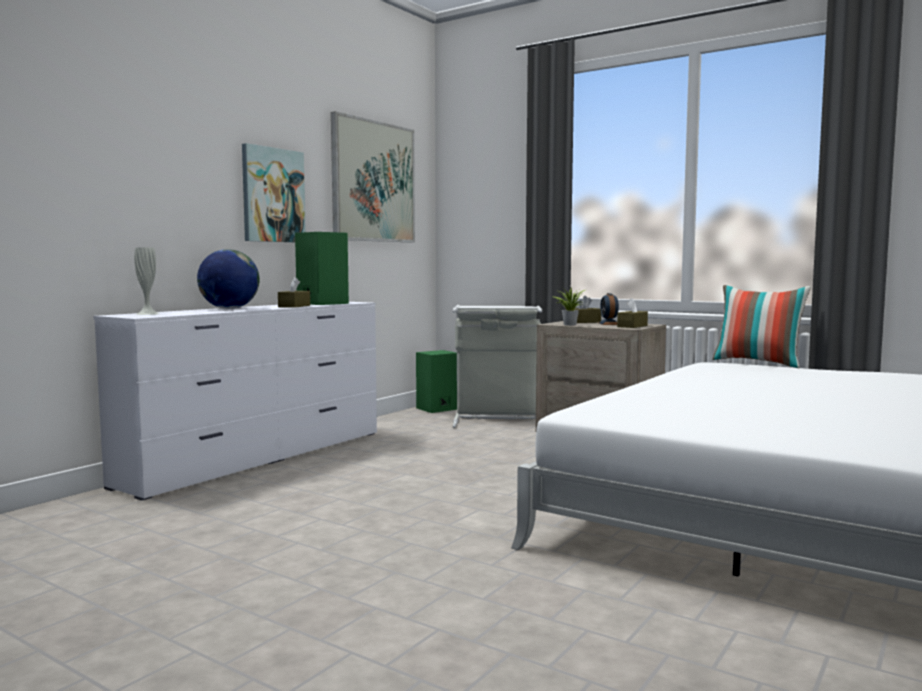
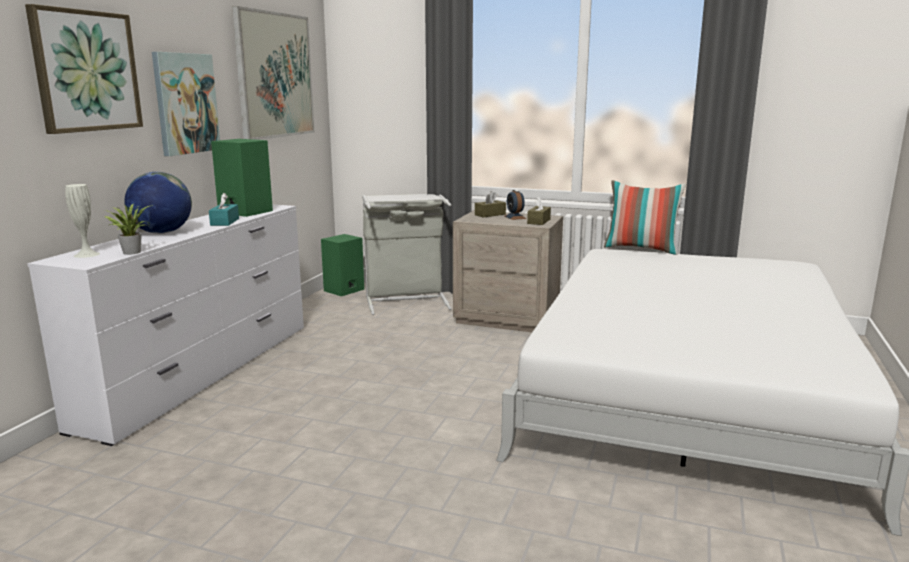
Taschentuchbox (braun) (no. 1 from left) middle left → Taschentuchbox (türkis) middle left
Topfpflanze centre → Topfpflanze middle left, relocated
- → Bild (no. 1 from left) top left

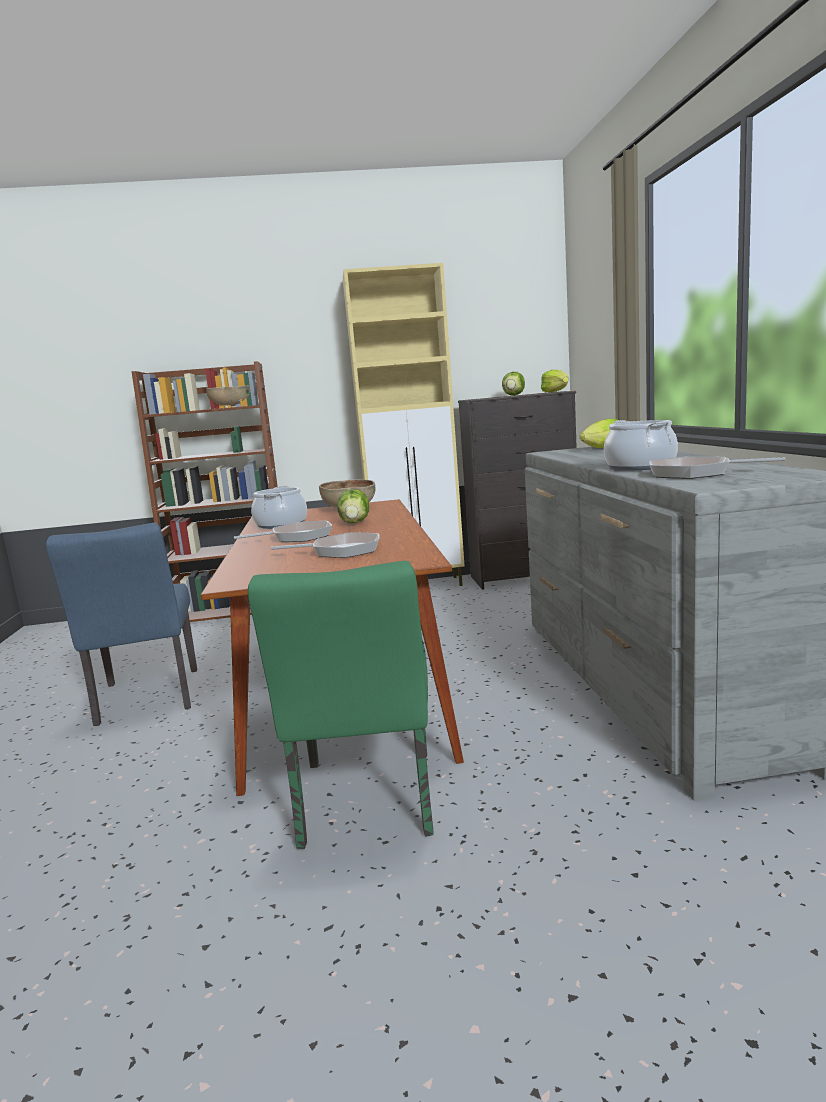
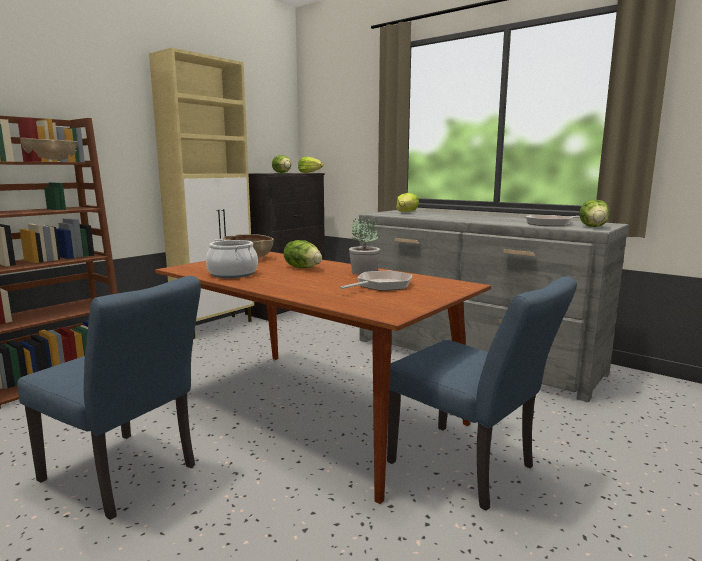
Kochtopf (no. 2 from left) middle right → -
Pfanne (no. 1 from left) centre → -
Stuhl (grün) centre → Stuhl (blau) (no. 2 from left) bottom right
- → Salatkopf (no. 5 from left) middle right
- → Topfpflanze centre

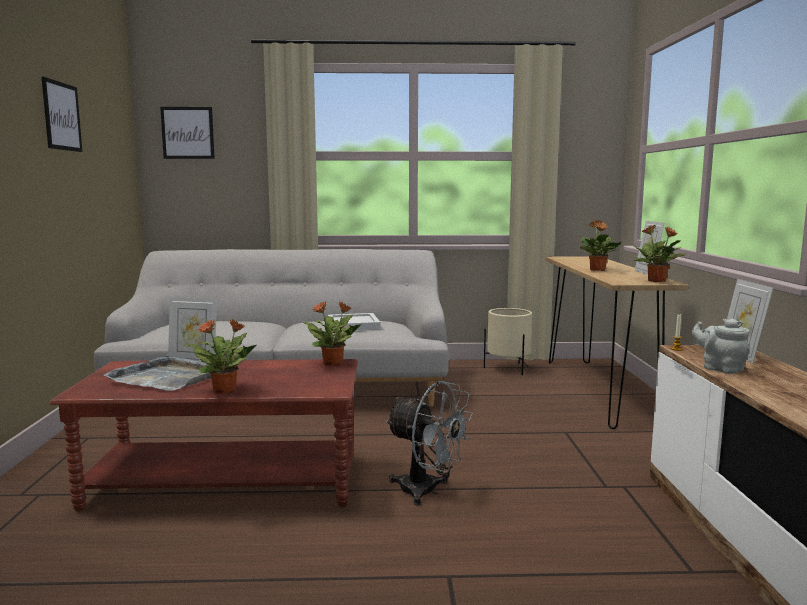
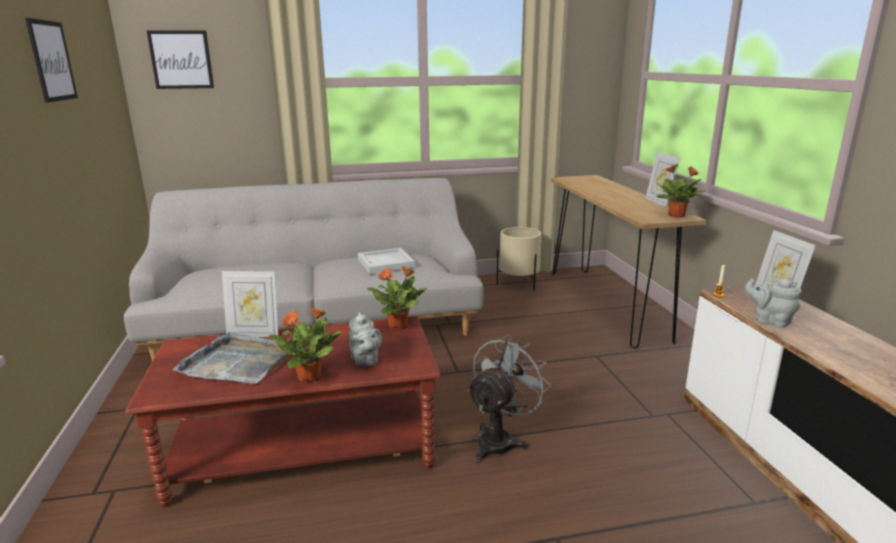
Topfpflanze (no. 3 from left) middle right → -
Ventilator (grau) bottom centre, 75 degrees counterclockwise
- → Teekanne (grau) (no. 1 from left) centre

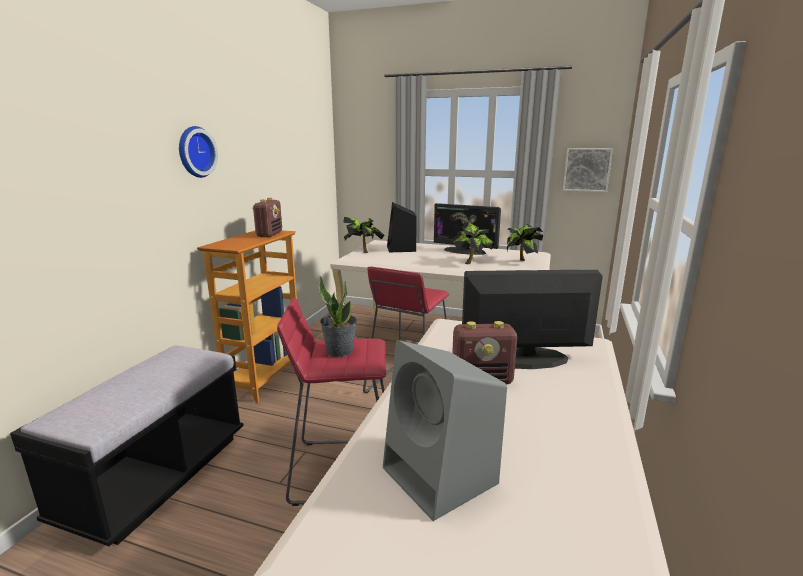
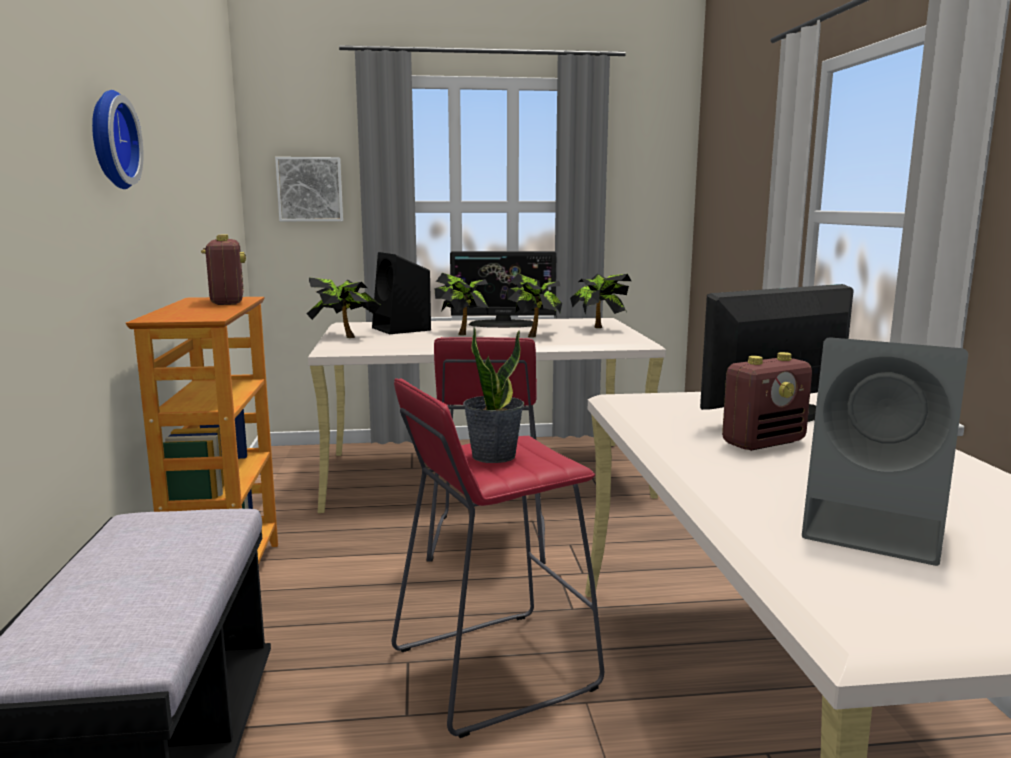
Bild top right → Bild top left, relocated
- → Topfpflanze (no. 2 from left) centre

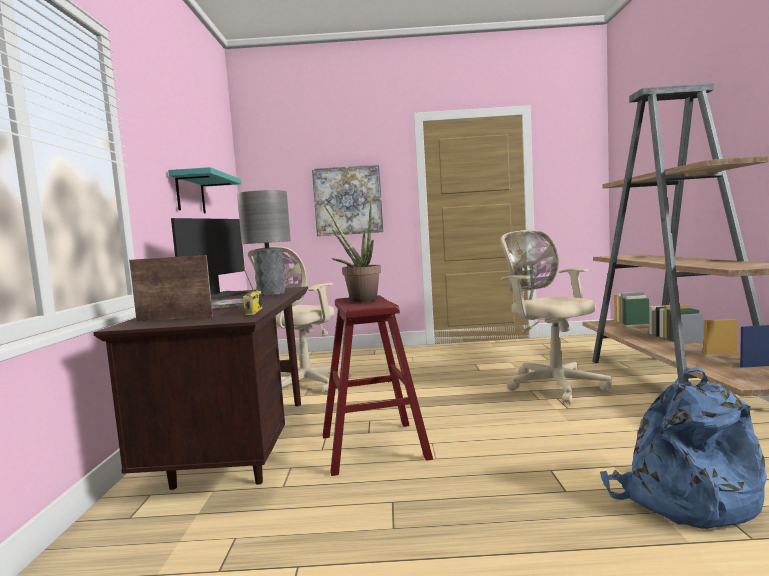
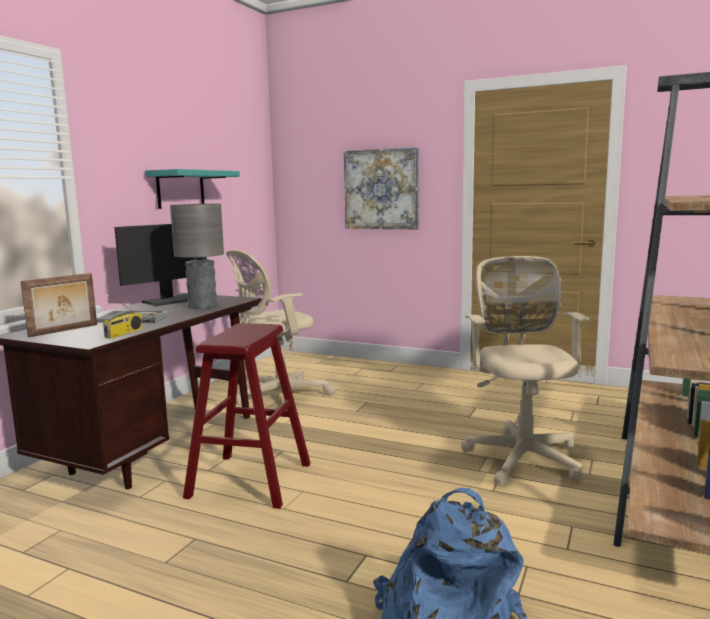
Topfpflanze centre → -
Bilderrahmen middle left, 105 degrees clockwise

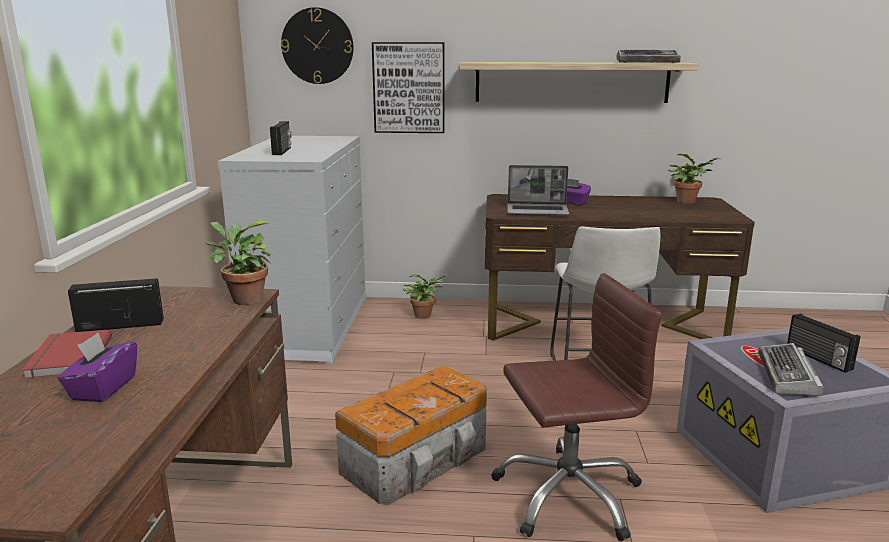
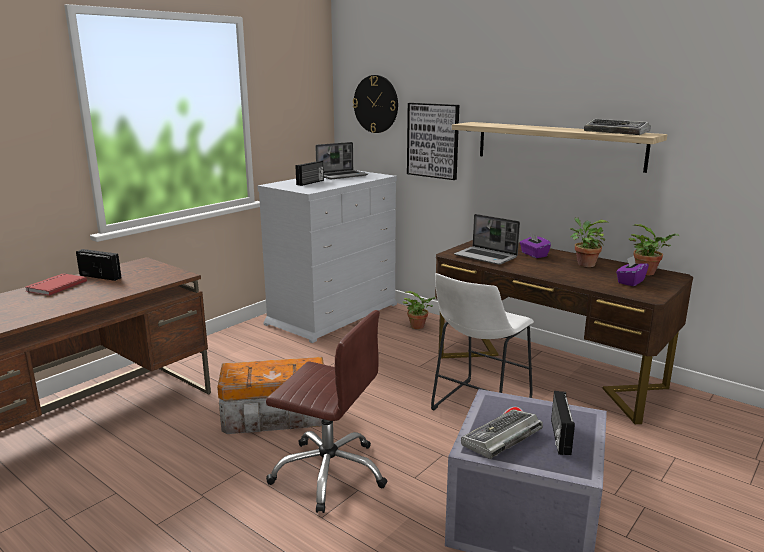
Topfpflanze (no. 1 from left in the first image) middle left → Topfpflanze (no. 2 from left) middle right, relocated
Taschentuchbox (lila) (no. 1 from left in the first image) bottom left → Taschentuchbox (lila) (no. 2 from left) middle right, relocated
- → Laptop (no. 1 from left) top centre

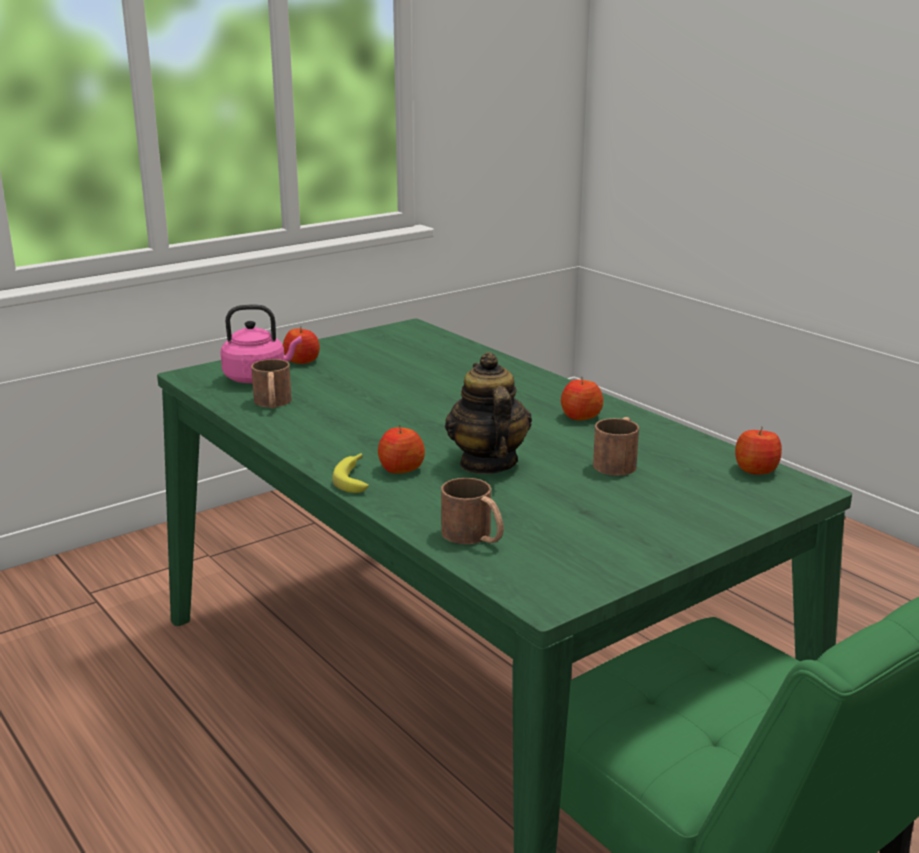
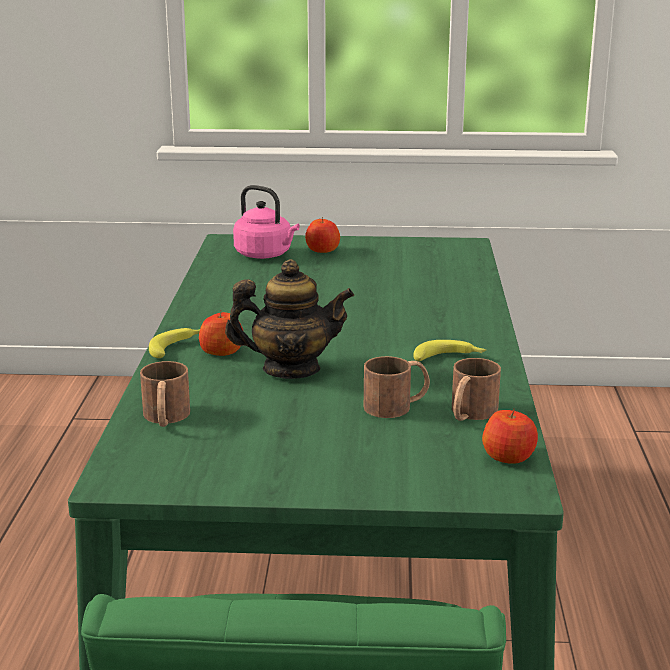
Teekanne centre, 60 degrees clockwise
Henkelbecher (braun) (no. 1 from left in the first image) middle left → Henkelbecher (braun) (no. 3 from left) middle right, relocated
Apfel (no. 3 from left) centre → Banane (no. 2 from left) middle right

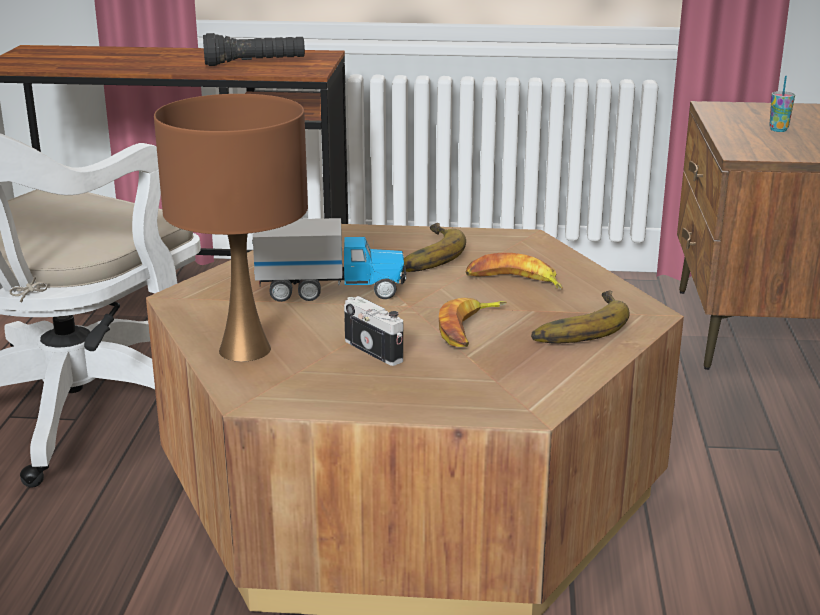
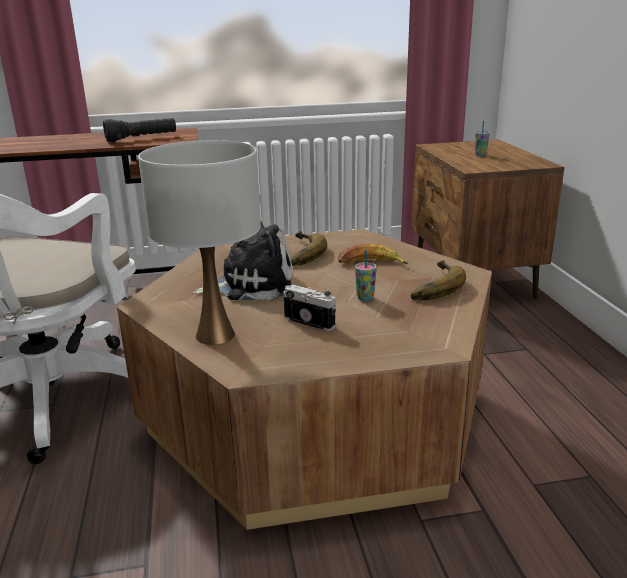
Tischlampe (braun) middle left → Tischlampe (weiß) middle left
Spielzeuglaster centre → Plüschtier centre
Banane (no. 2 from left) centre → Tasse (no. 1 from left) centre

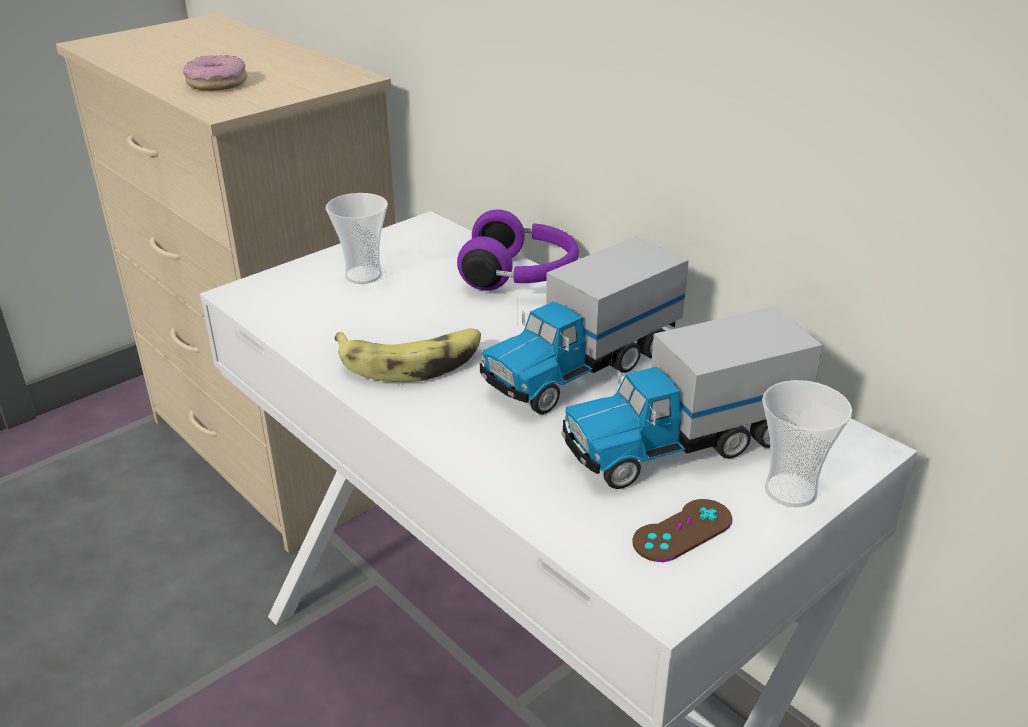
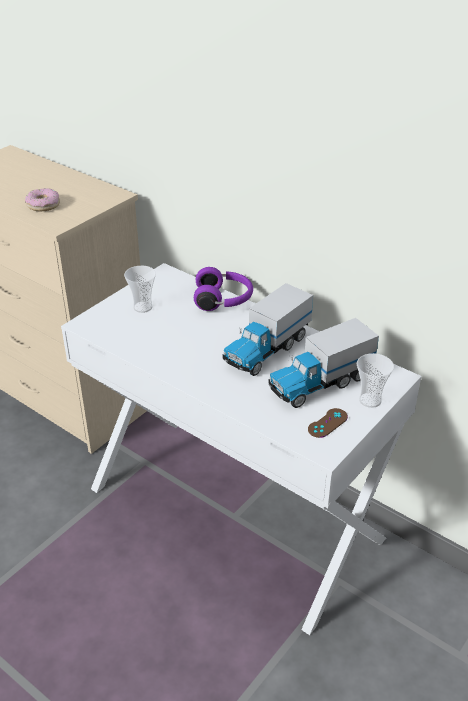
Banane centre → -

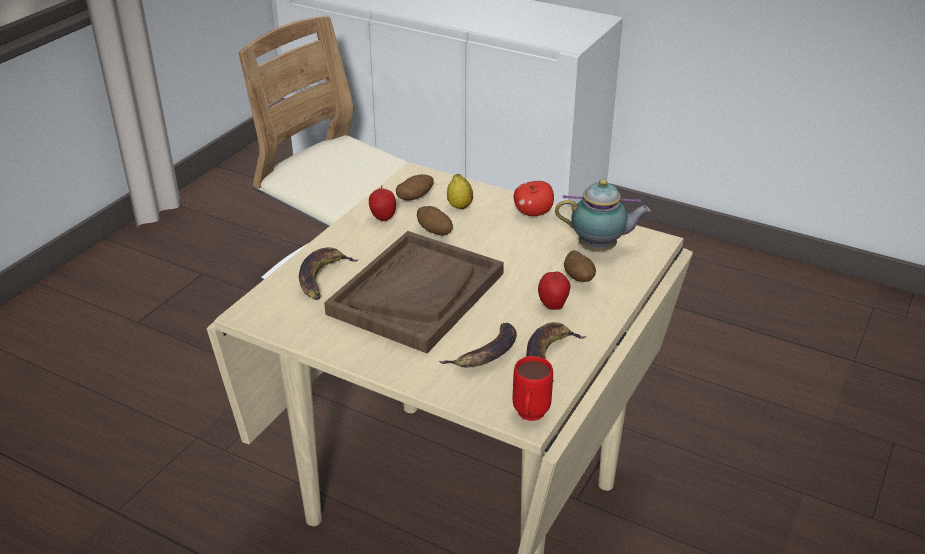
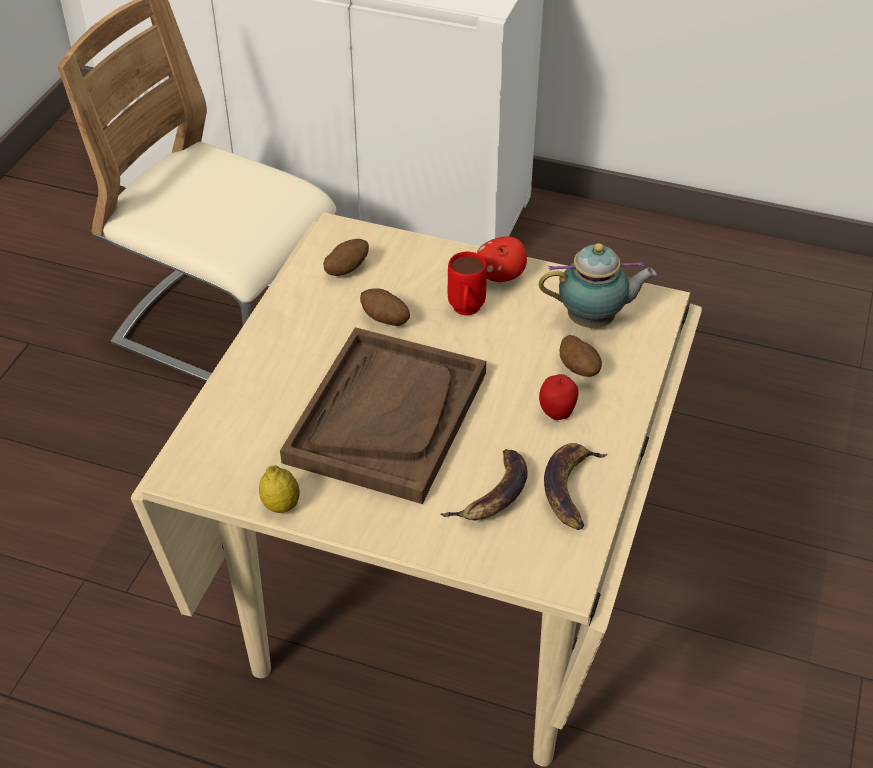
Zitrone centre → Zitrone middle left, relocated
Apfel (no. 1 from left) centre → -
Banane (no. 1 from left) centre → -
Henkelbecher (rot) bottom centre → Henkelbecher (rot) centre, relocated

